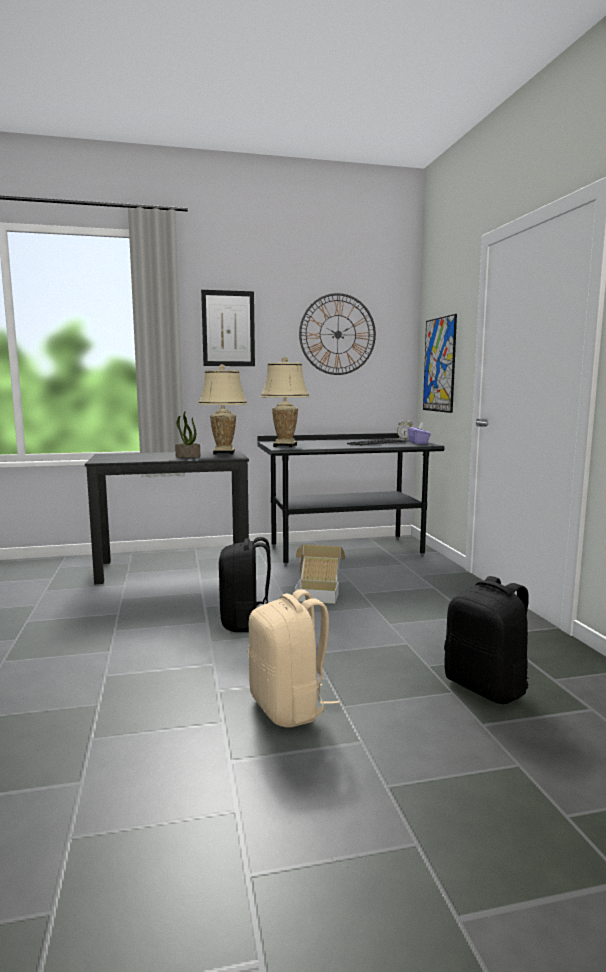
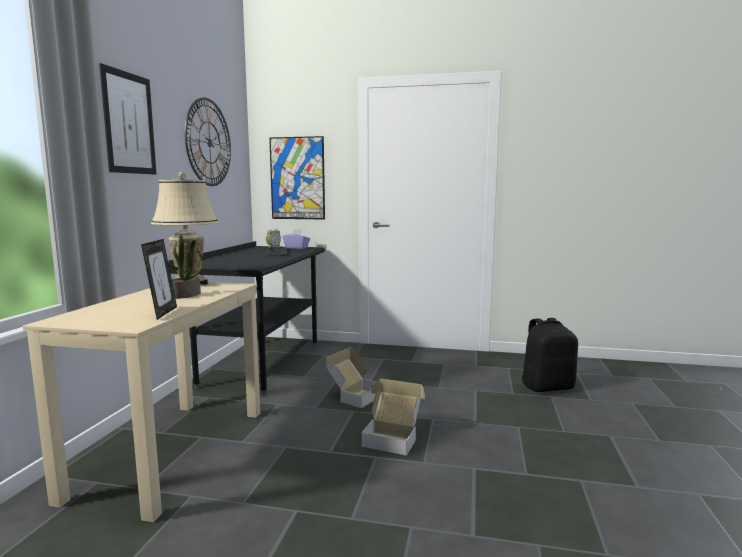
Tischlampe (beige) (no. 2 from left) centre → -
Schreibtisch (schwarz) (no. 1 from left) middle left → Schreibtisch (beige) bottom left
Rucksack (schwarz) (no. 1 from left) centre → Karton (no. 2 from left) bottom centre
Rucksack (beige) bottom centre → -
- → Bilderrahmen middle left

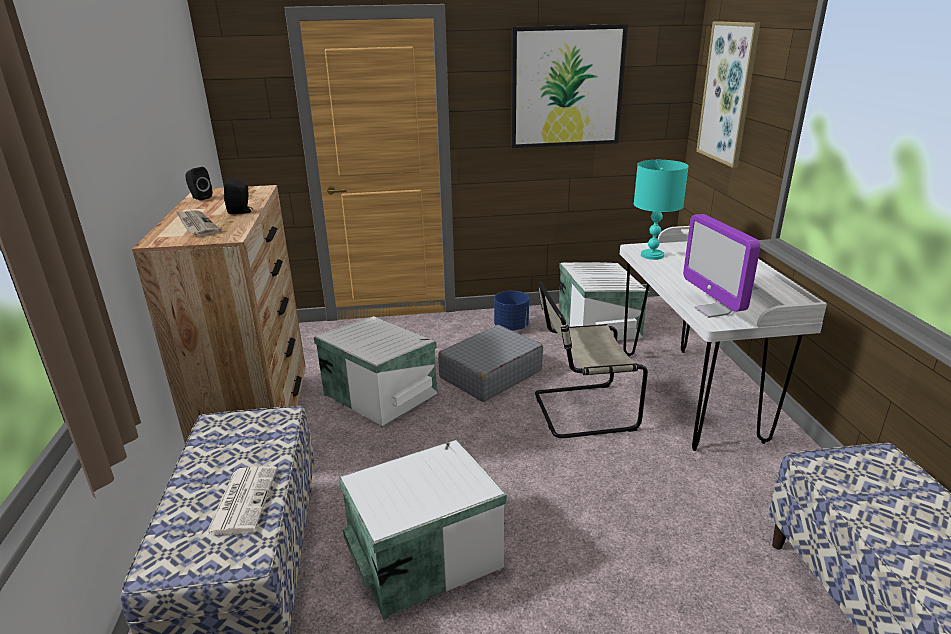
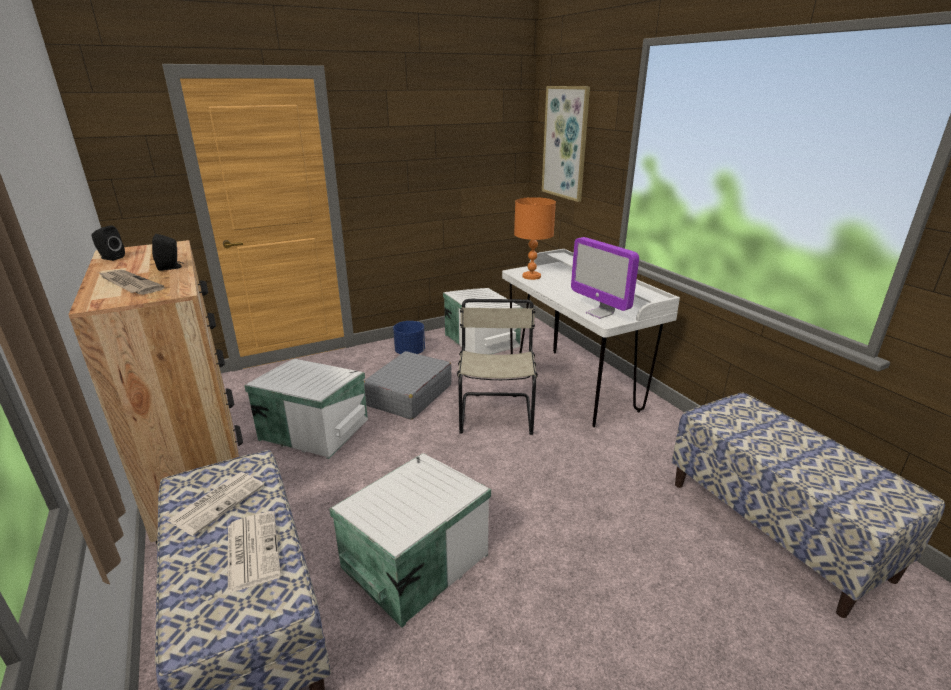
Bild (no. 1 from left) top centre → -
Tischlampe (türkis) top right → Tischlampe (orange) centre
Stuhl (beige) centre, 120 degrees clockwise
- → Zeitung (no. 2 from left) bottom left

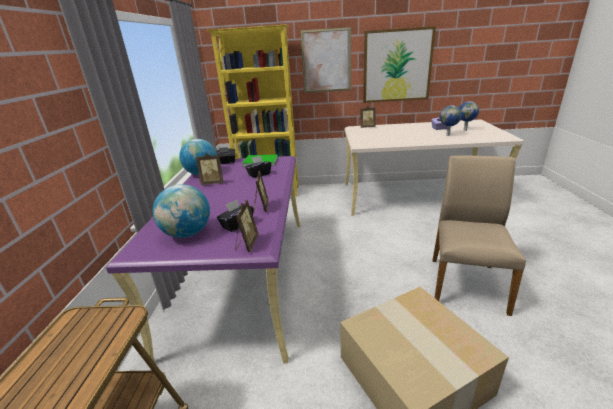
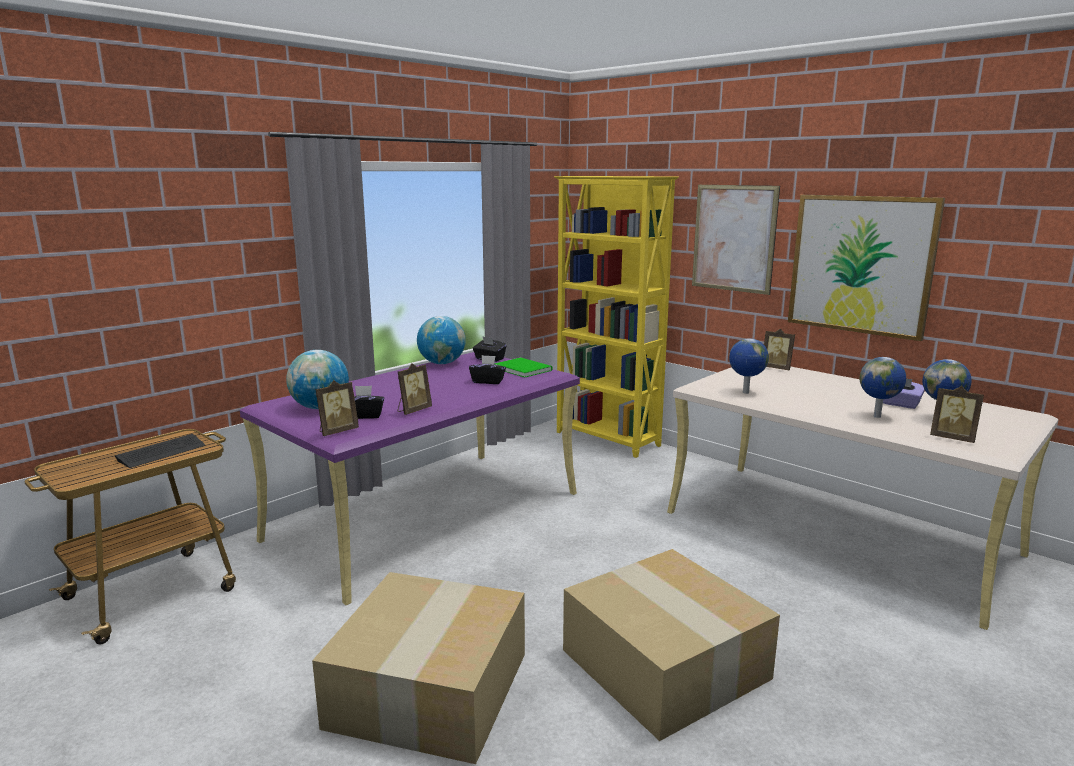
Bilderrahmen (no. 1 from left in the first image) centre → Bilderrahmen (no. 4 from left) middle right, relocated
Stuhl (beige) middle right → Karton (no. 2 from left) bottom centre
- → Globus (no. 3 from left) middle right
- → Tastatur middle left

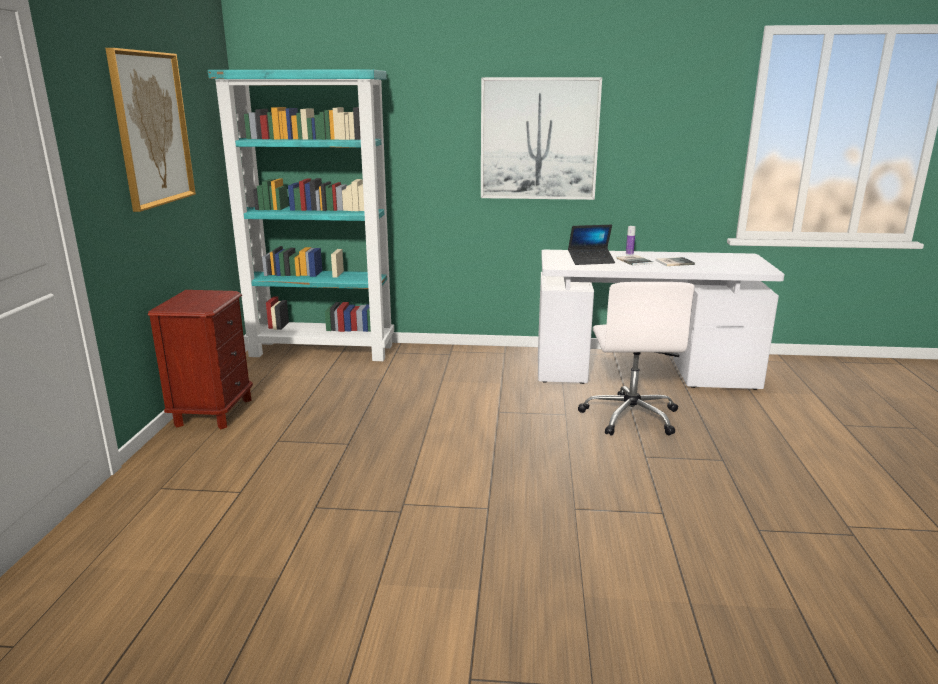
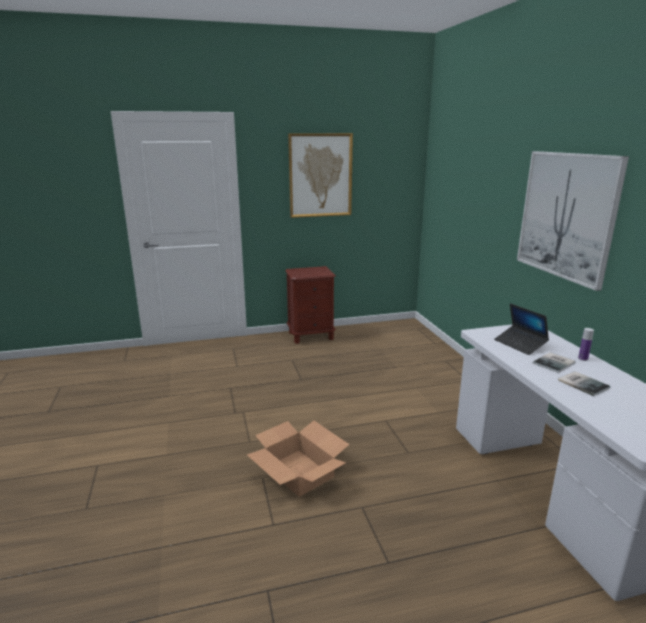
Bücherregal (türkis) top left → -
Bürostuhl (weiß) middle right → -
- → Karton bottom centre

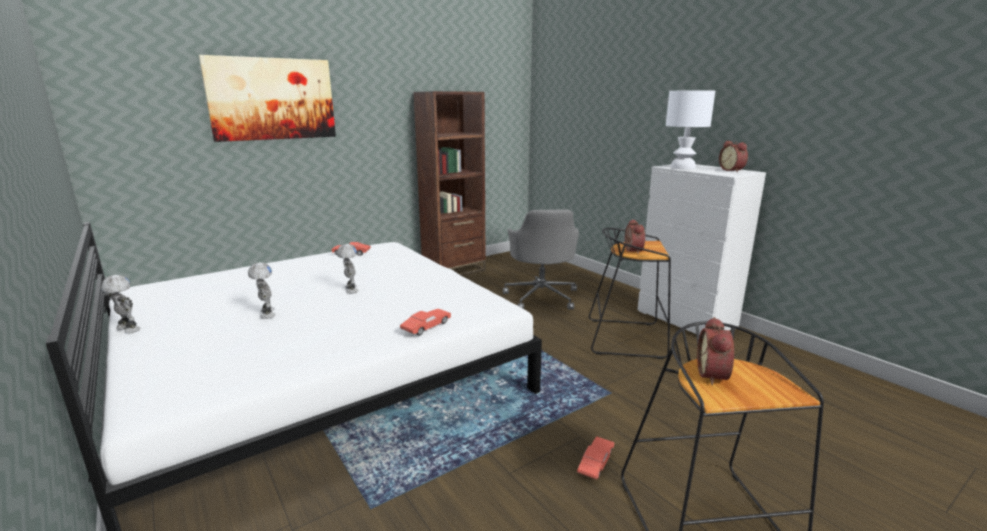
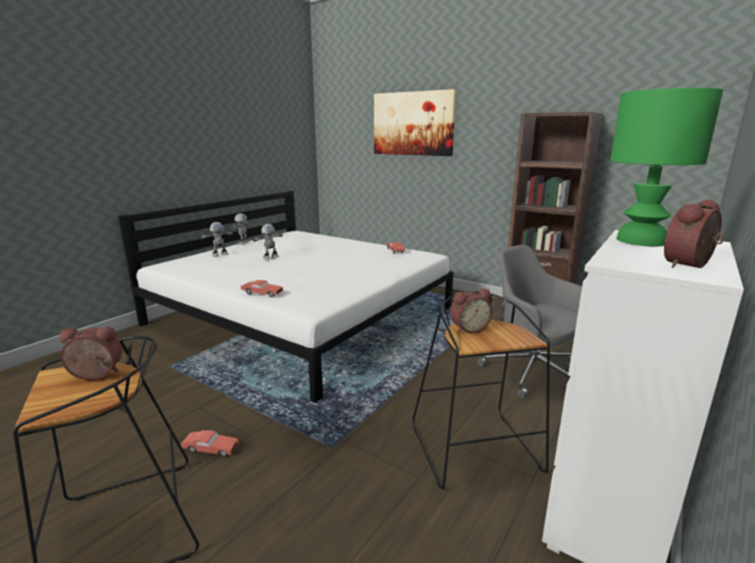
Tischlampe (weiß) top right → Tischlampe (grün) top right
Bürostuhl (grau) centre → Bürostuhl (grau) middle right, 75 degrees clockwise
Spielzeugroboter (no. 3 from left in the first image) centre → Spielzeugroboter (no. 1 from left) middle left, relocated

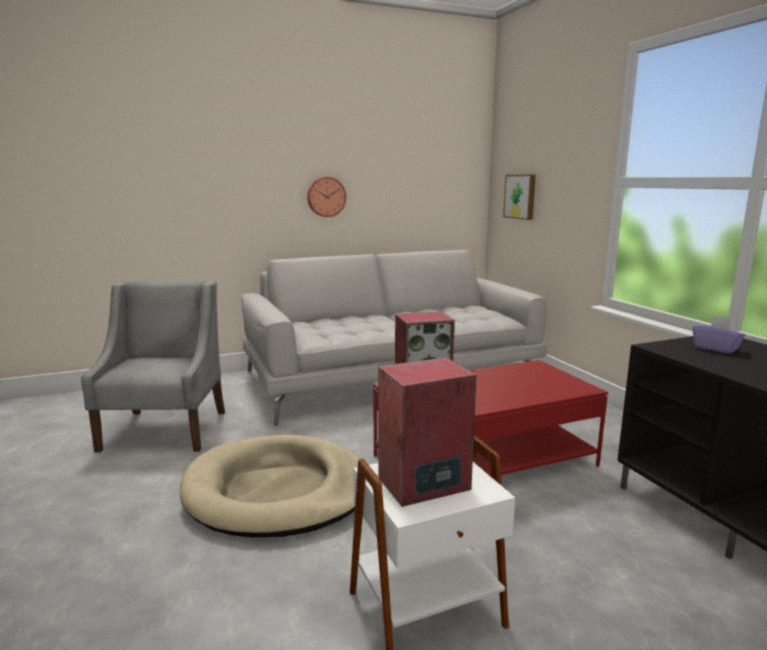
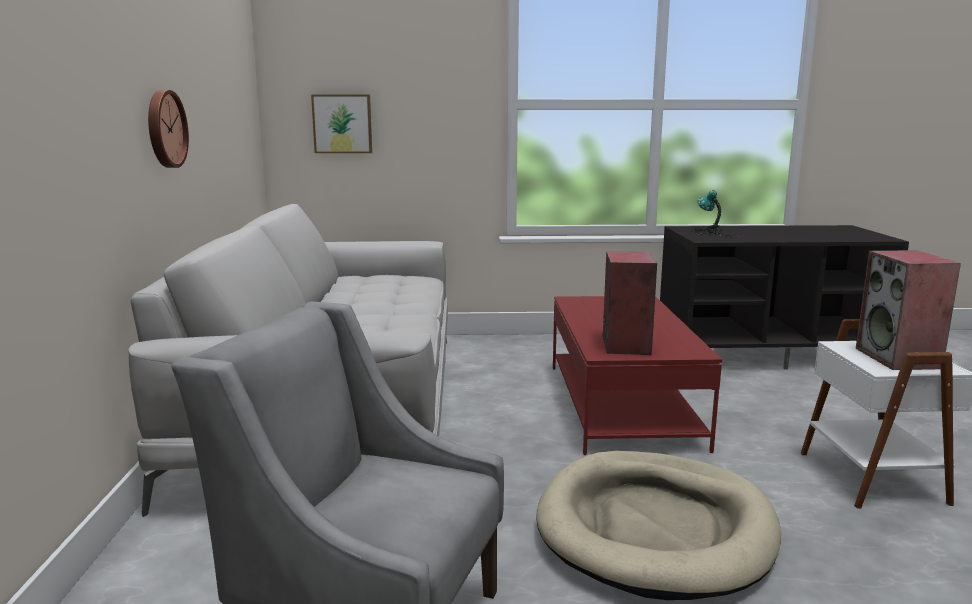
Taschentuchbox (lila) middle right → Tischlampe middle right

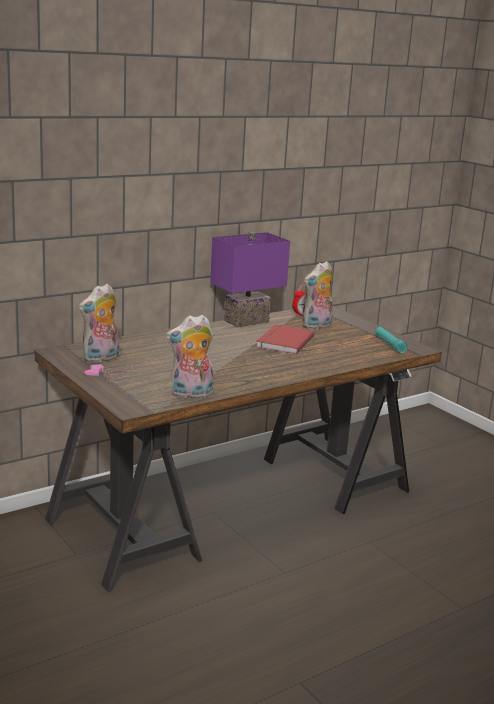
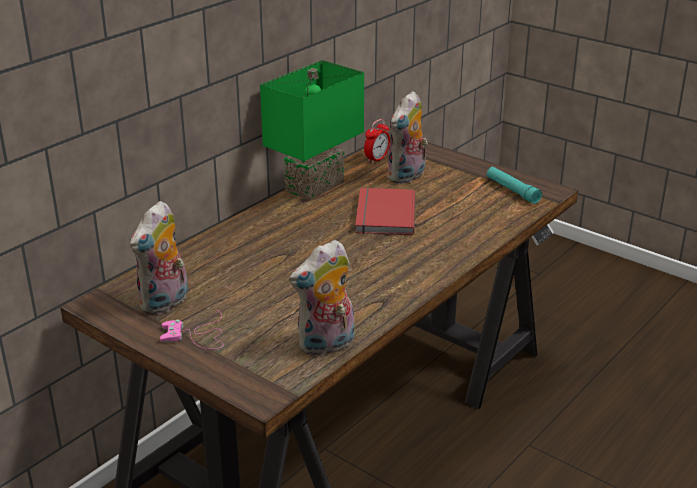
Tischlampe (lila) centre → Tischlampe (grün) top centre

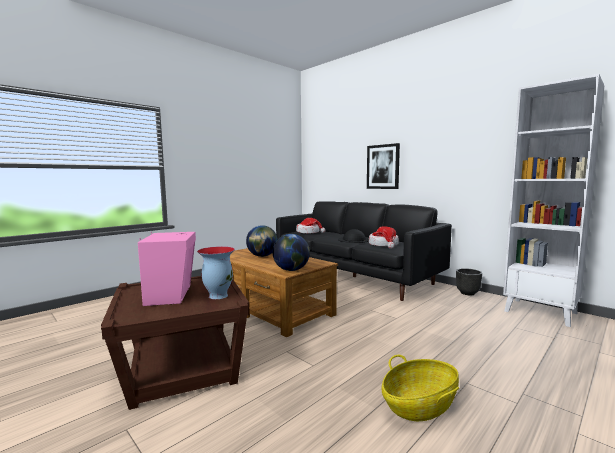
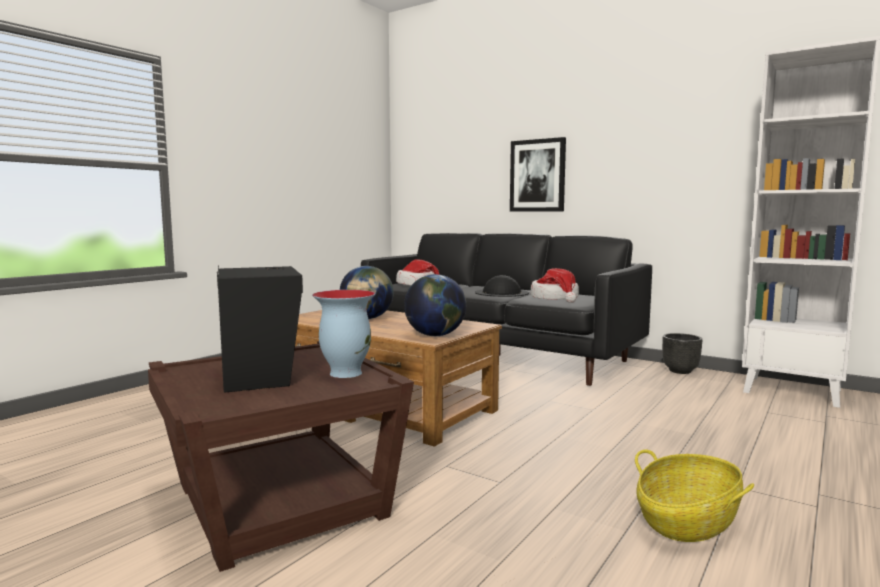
Lautsprecher (rosa) middle left → Lautsprecher (schwarz) middle left

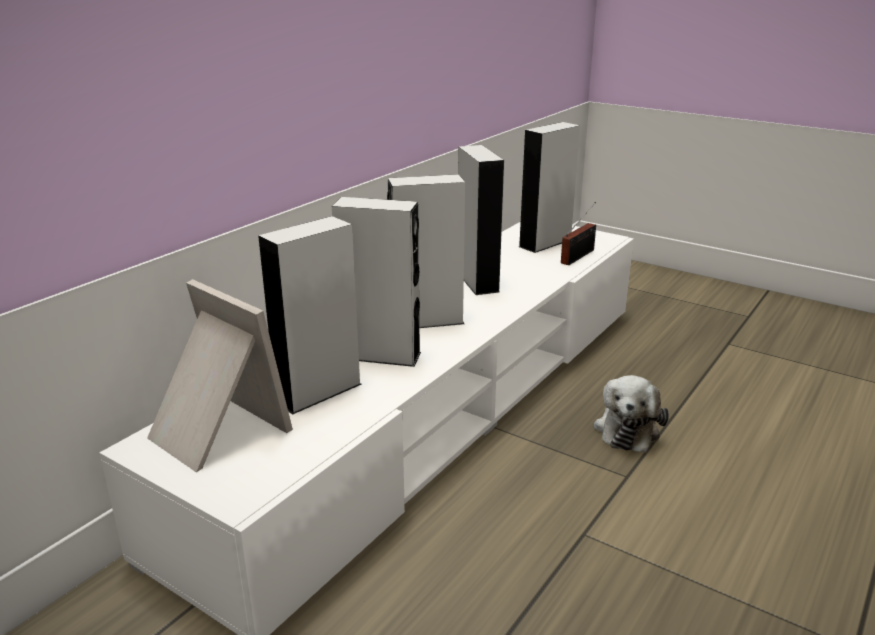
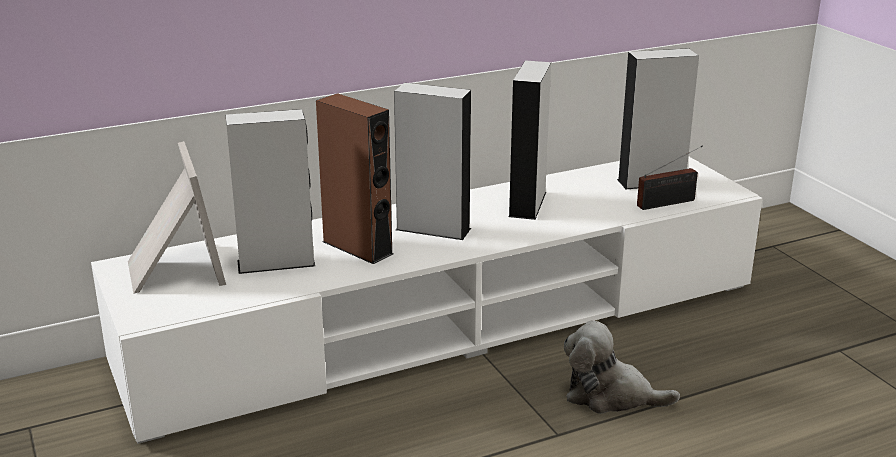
Lautsprecher (grau) (no. 2 from left) centre → Lautsprecher (braun) centre
Plüschtier middle right → Plüschtier bottom right, 60 degrees clockwise

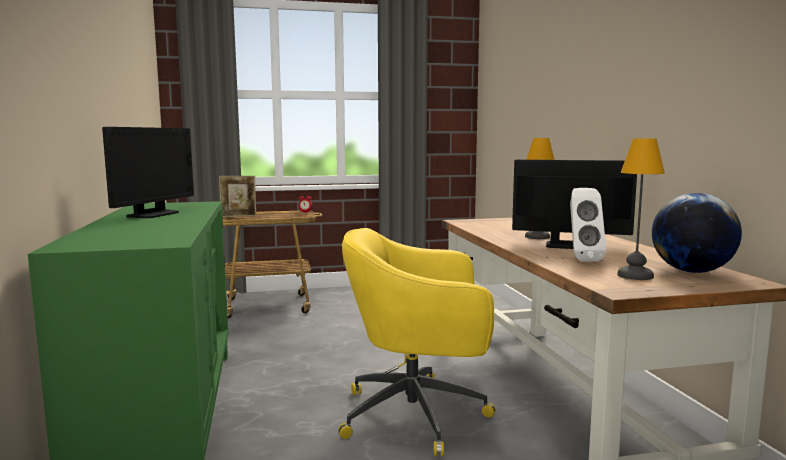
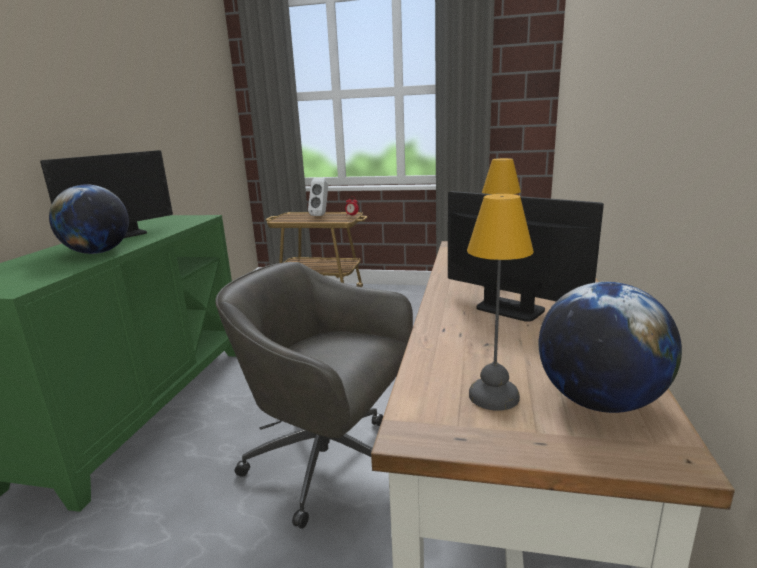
Bilderrahmen middle left → -
Lautsprecher (weiß) middle right → Lautsprecher (weiß) centre, relocated
Bürostuhl (gelb) bottom centre → Bürostuhl (grau) bottom centre
- → Globus (no. 1 from left) middle left

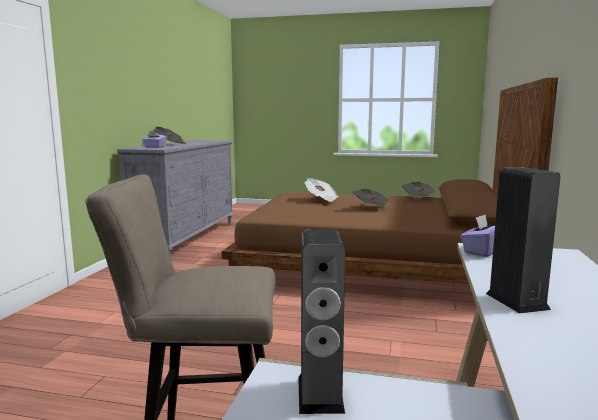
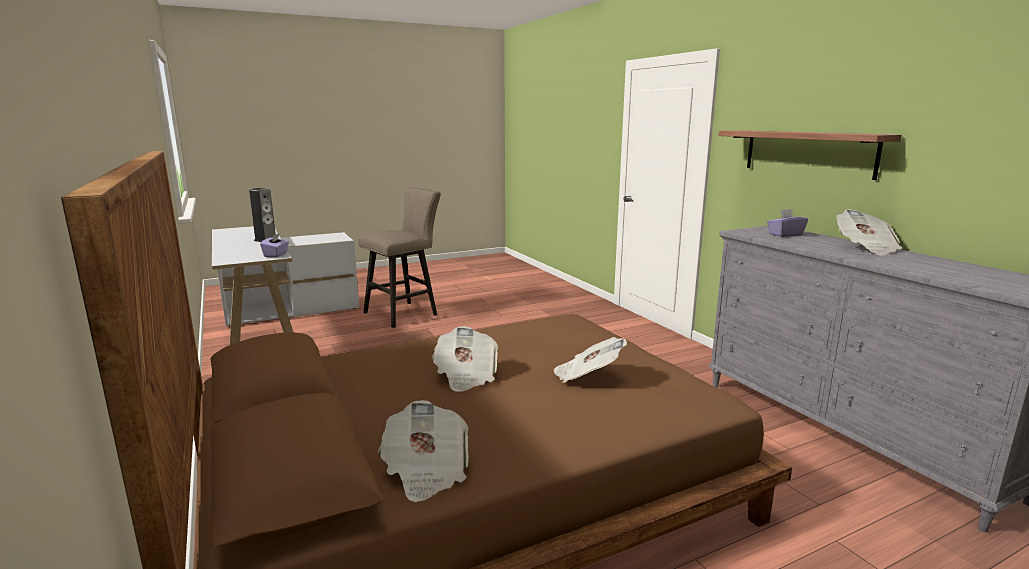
Lautsprecher (no. 1 from left) bottom centre → -
- → Wandregal top right

